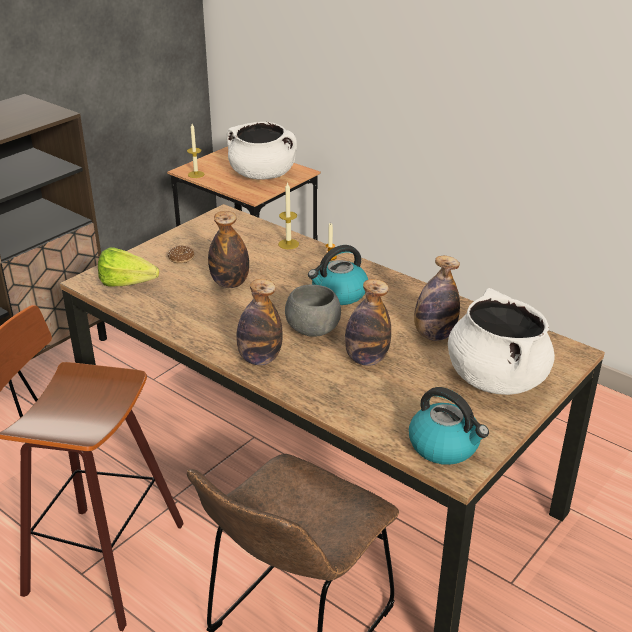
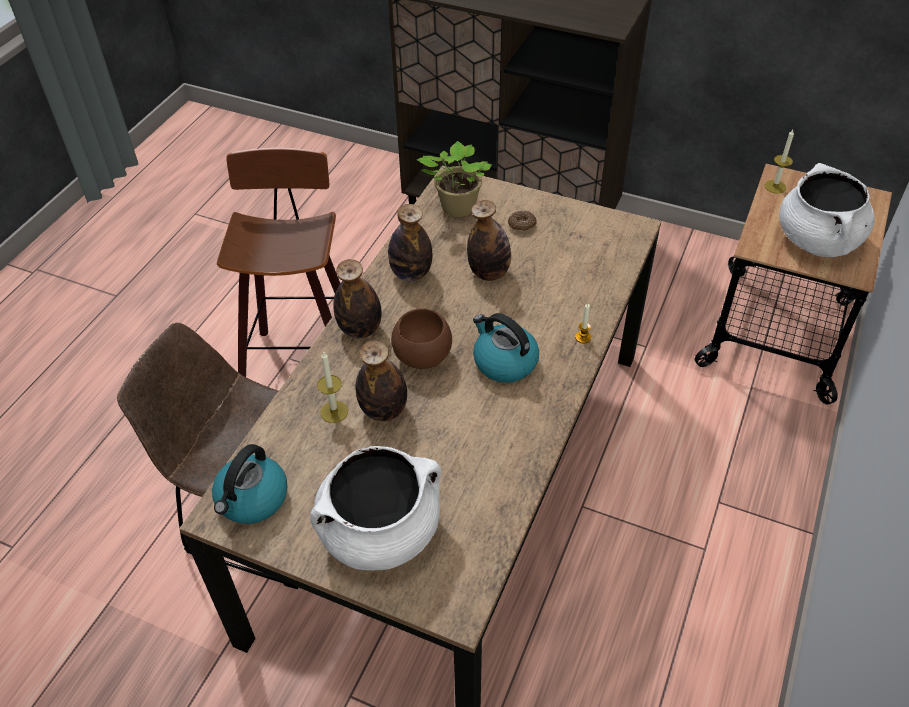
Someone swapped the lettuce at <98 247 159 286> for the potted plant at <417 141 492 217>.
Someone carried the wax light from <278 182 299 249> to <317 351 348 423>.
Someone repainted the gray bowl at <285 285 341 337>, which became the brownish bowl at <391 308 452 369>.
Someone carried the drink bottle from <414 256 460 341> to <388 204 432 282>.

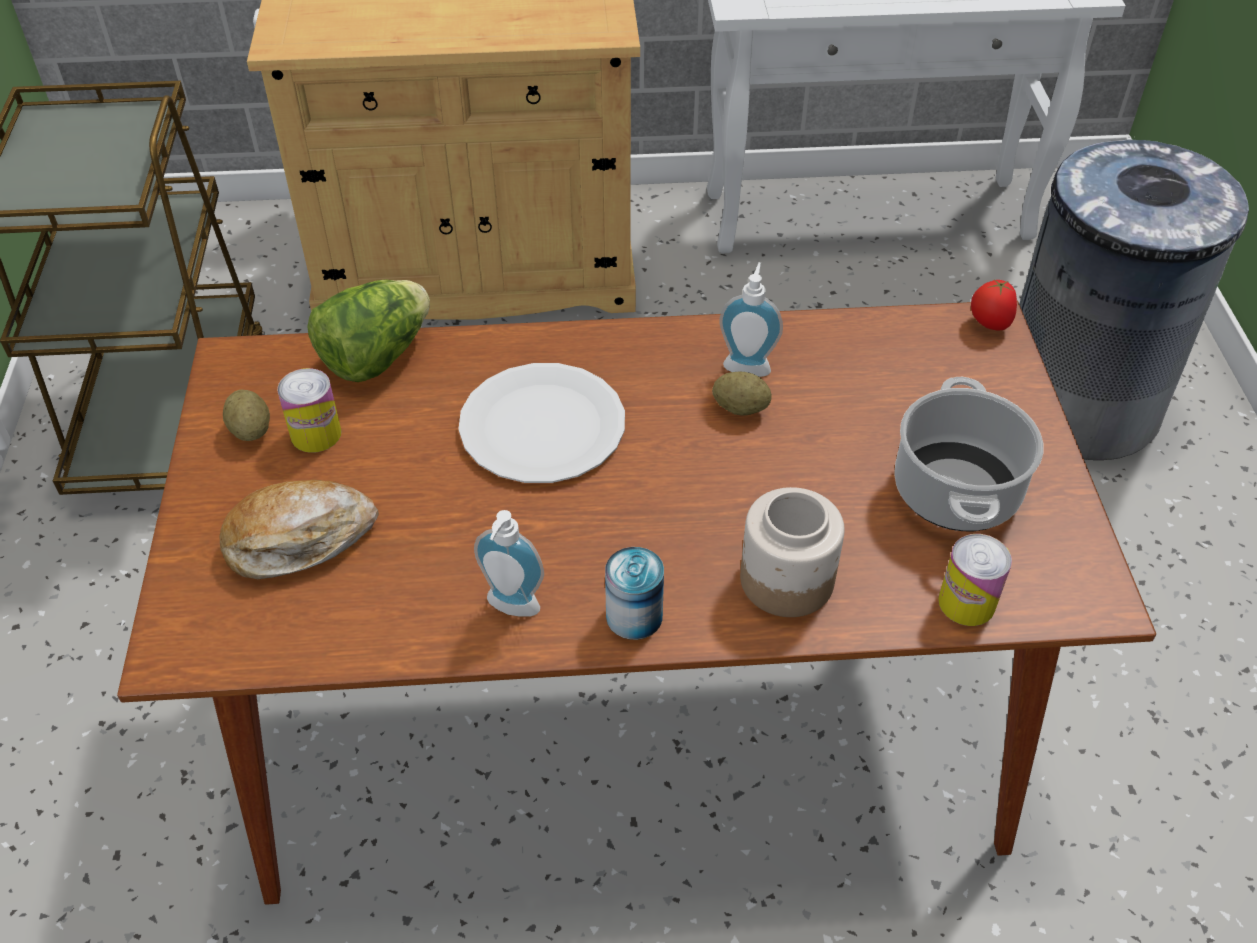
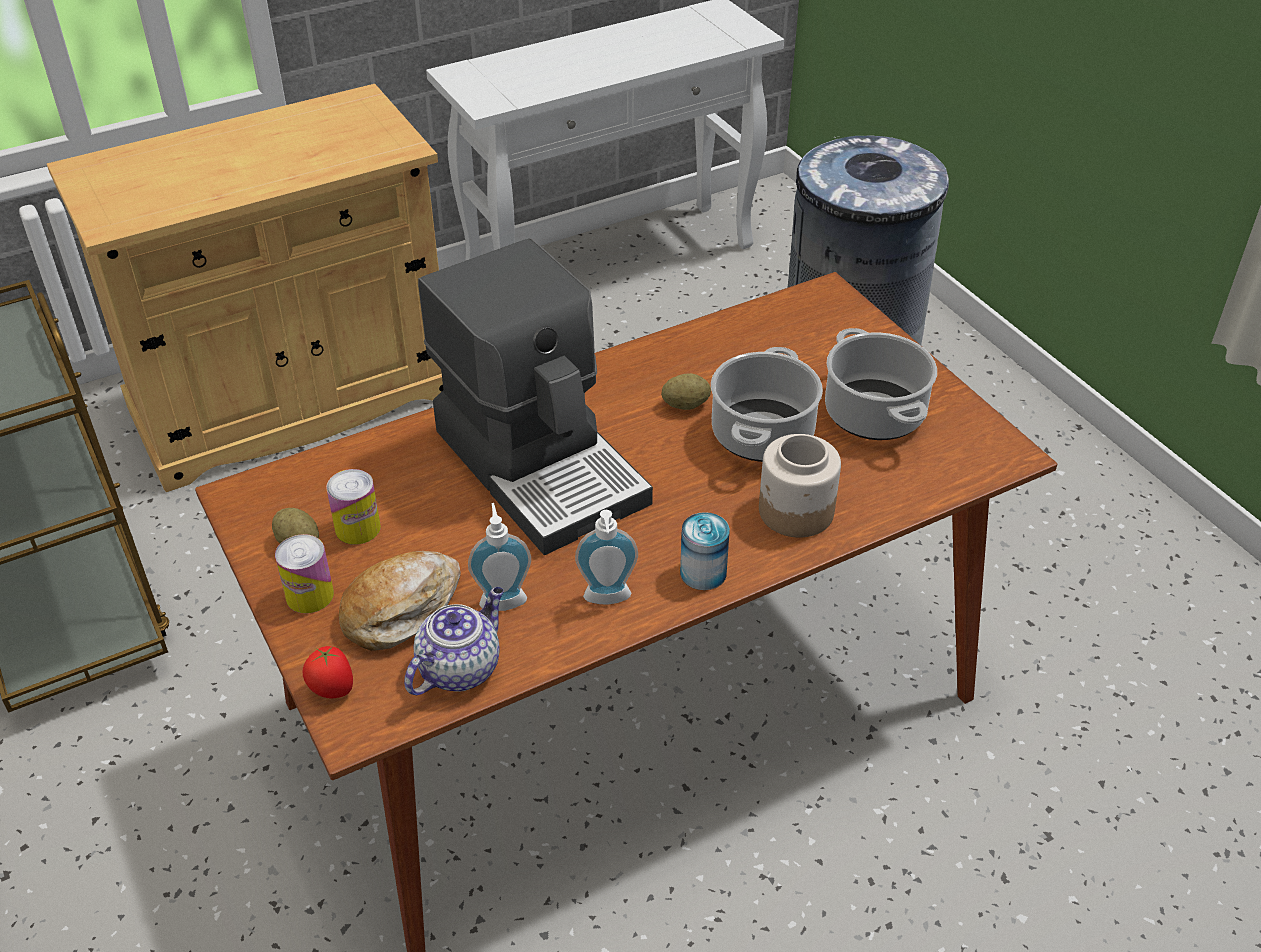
Someone took away the lettuce at <307 280 430 382>.
Someone swapped the white flat dish at <459 363 625 483> for the coffee machine at <418 238 653 555>.
Someone carried the soap bottle from <719 262 783 377> to <468 503 531 611>.
Someone carried the sealed can from <938 534 1012 626> to <275 534 334 613>.
Someone carried the whole tomato from <971 279 1017 330> to <303 646 353 698>.
Someone put down the tea pot at <404 587 504 695>.
Someone put down the cooking pot at <711 347 823 462>.

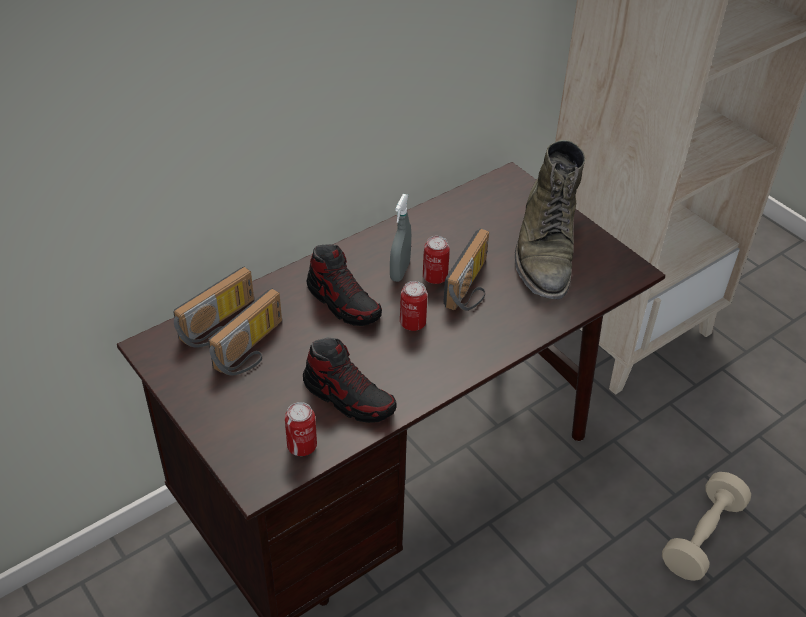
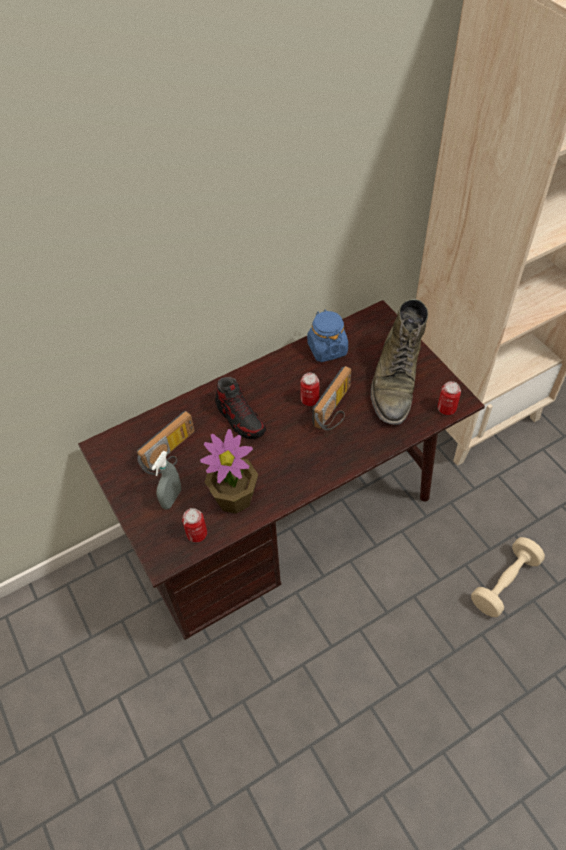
Someone took away the radio set at <174 267 254 348>.
Someone swapped the item of footwear at <303 337 397 423> for the potted plant at <200 429 258 514>.
Someone carried the gray hand sprayer from <390 194 411 282> to <151 451 181 510>.
Someone carried the sealed can from <400 281 427 331> to <438 381 461 415>.
Someone put down the blue storage jar at <307 310 348 362>.

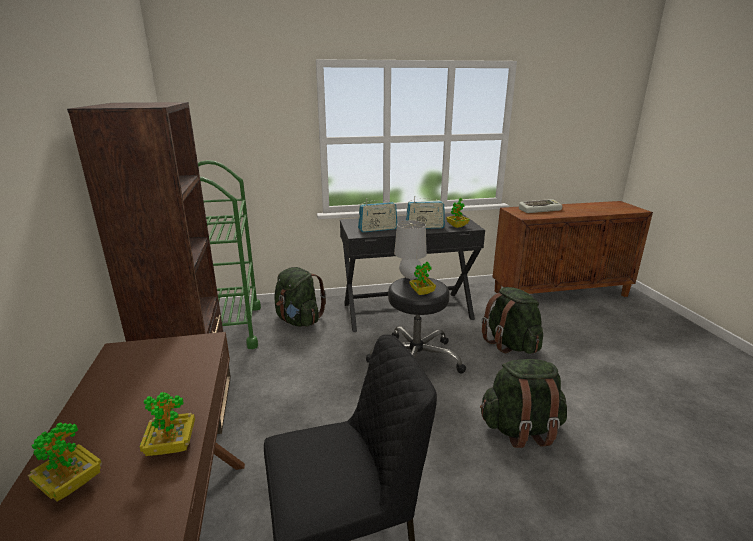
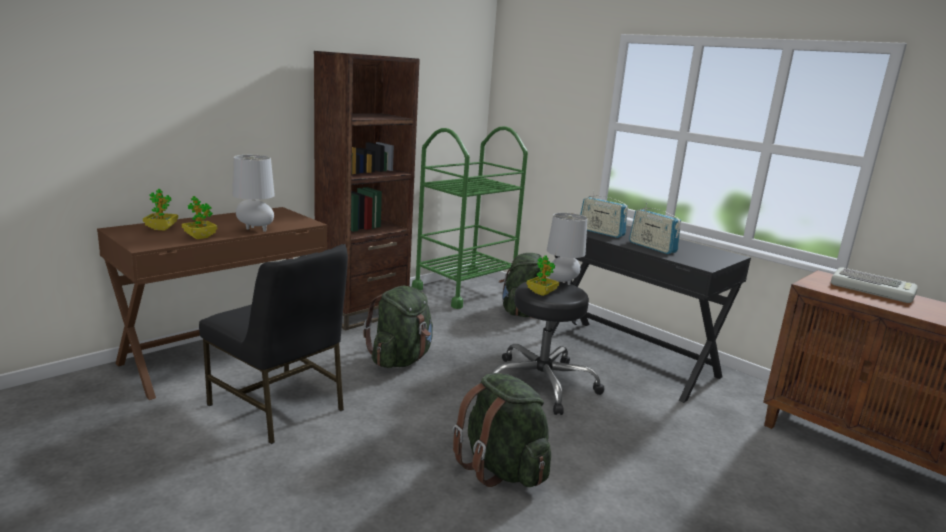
Someone took away the potted plant at <446 198 469 228>.
Someone carried the green-coloured backpack from <482 287 543 354> to <363 286 433 368>.
Someone put down the gray table lamp at <232 155 275 232>.

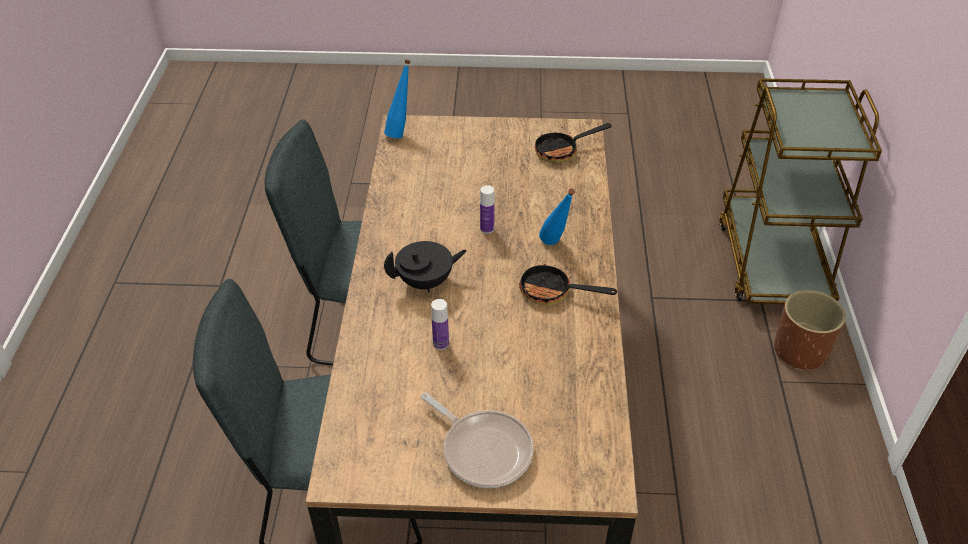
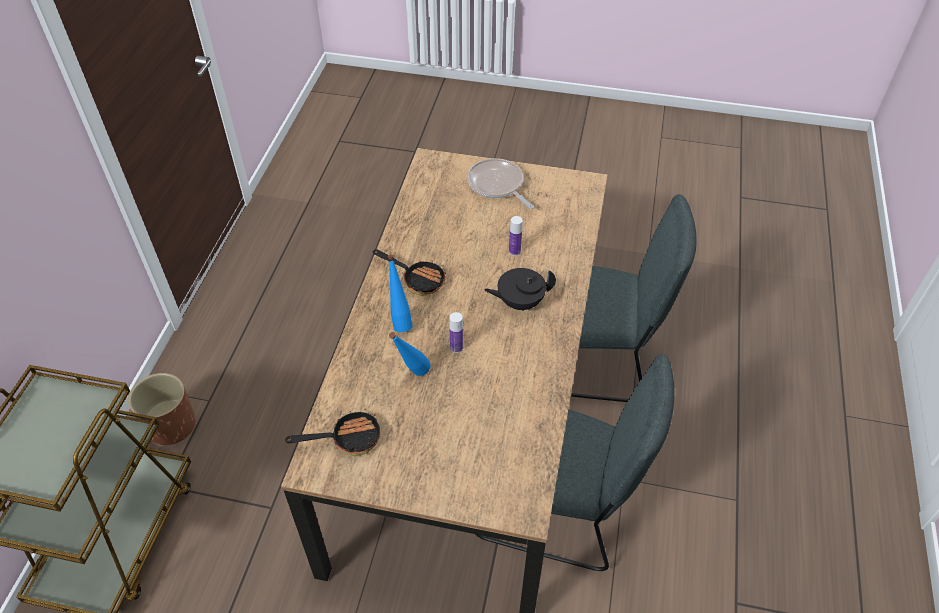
Someone carried the blue drink bottle from <384 59 410 138> to <389 332 431 376>.

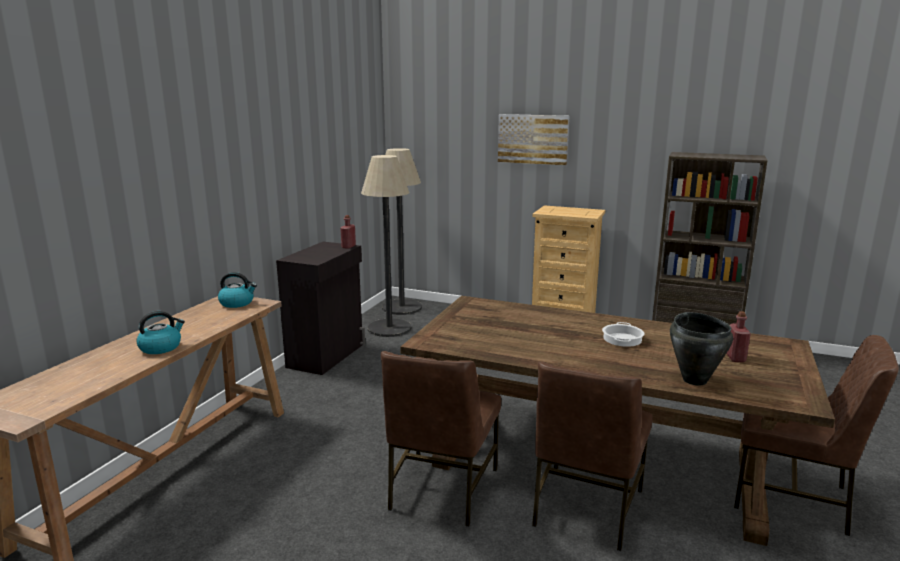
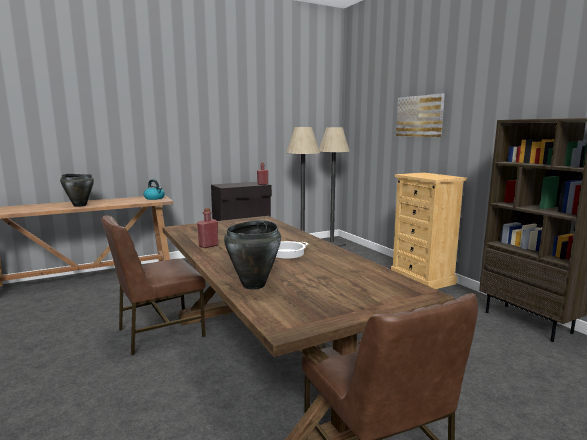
Someone swapped the kettle at <136 311 185 354> for the blackish cooking pot at <60 174 94 207>.
Someone took away the brownish upright chair at <532 362 653 551>.
Someone carried the red drink bottle from <726 311 751 362> to <197 208 218 248>.

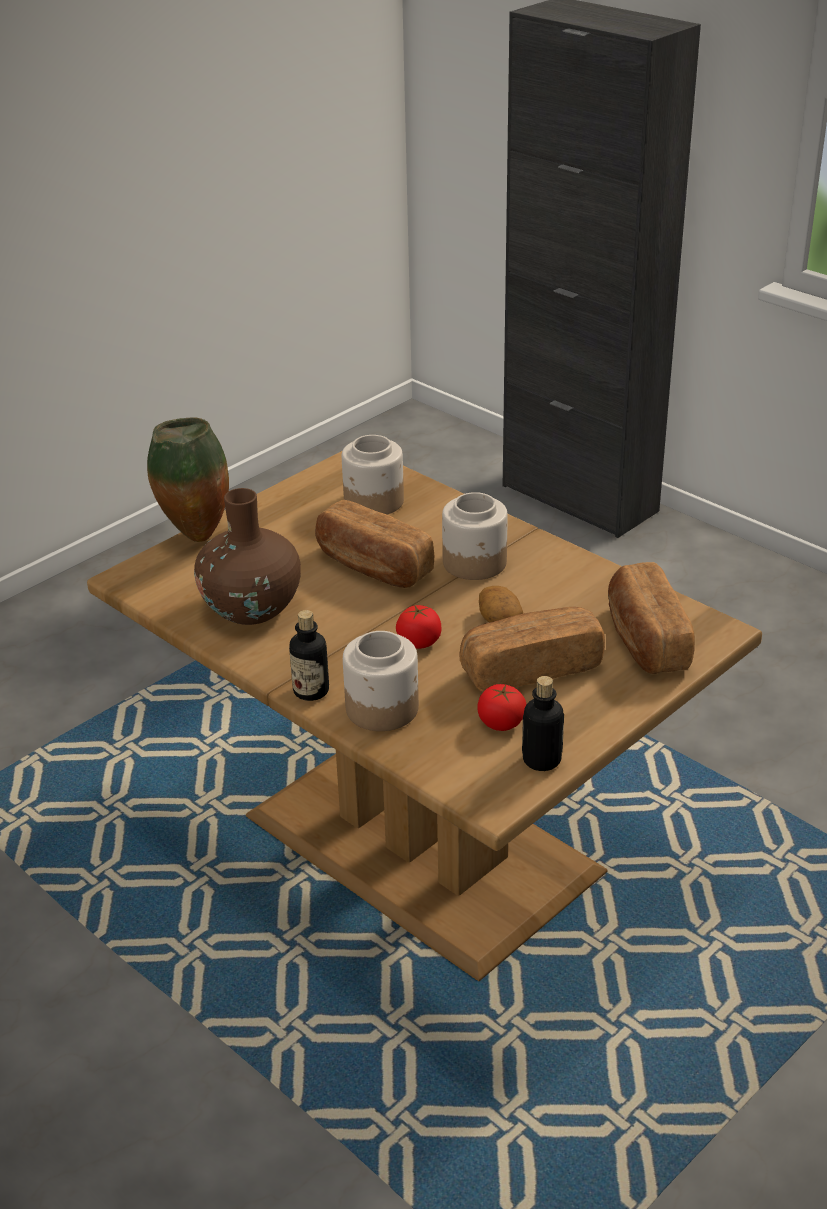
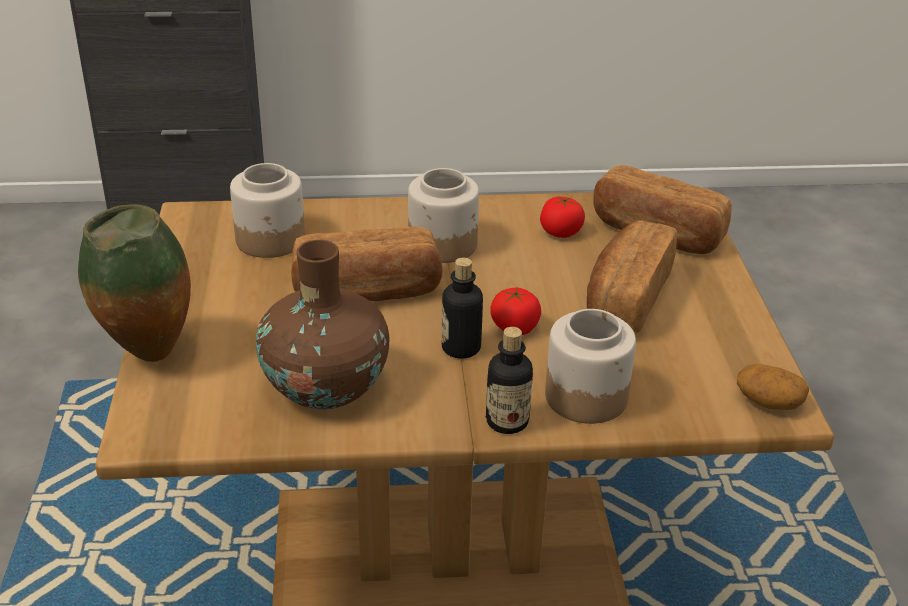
Someone carried the whole tomato from <477 684 527 731> to <540 196 585 238>.
Someone carried the spud from <479 586 523 622> to <737 364 809 410>.
Someone carried the drink bottle from <522 676 564 771> to <442 258 483 359>.

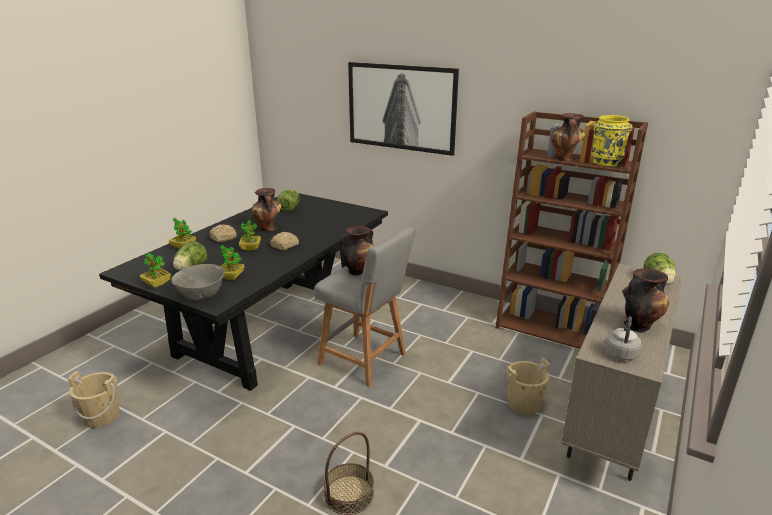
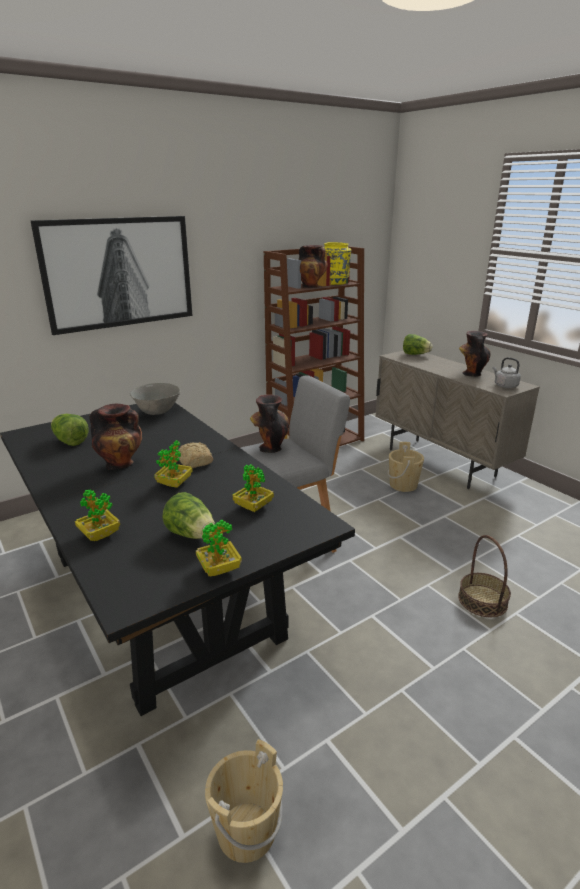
Someone carried the gray bowl from <171 264 225 300> to <130 383 180 415>.
Someone took away the baked bread at <210 224 237 242>.

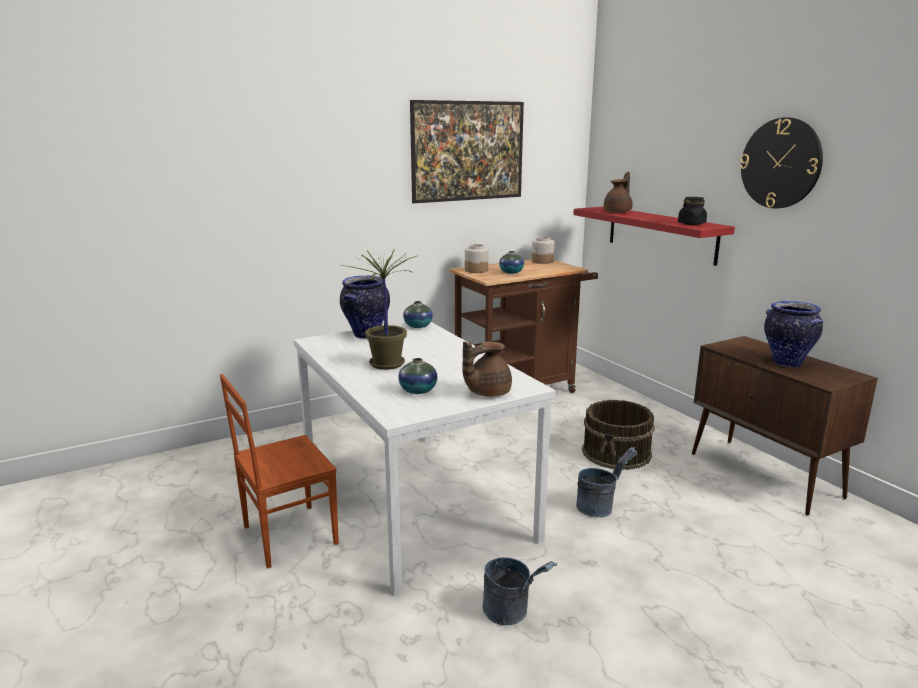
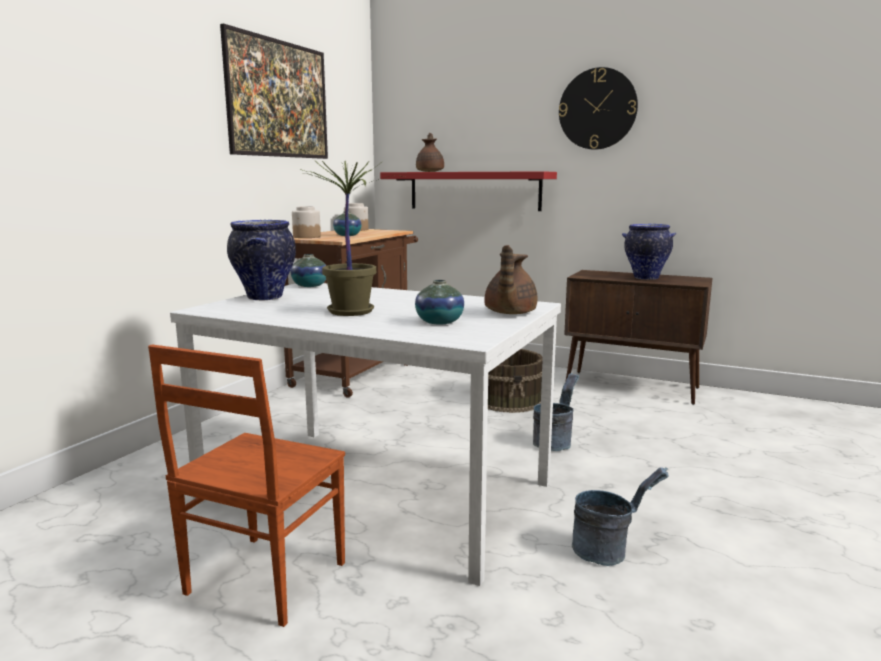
Someone took away the blackish storage jar at <678 197 707 225>.

